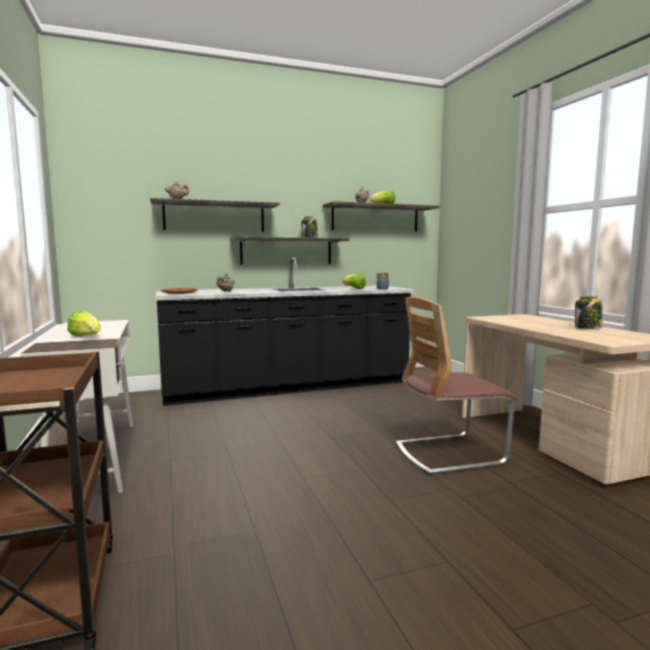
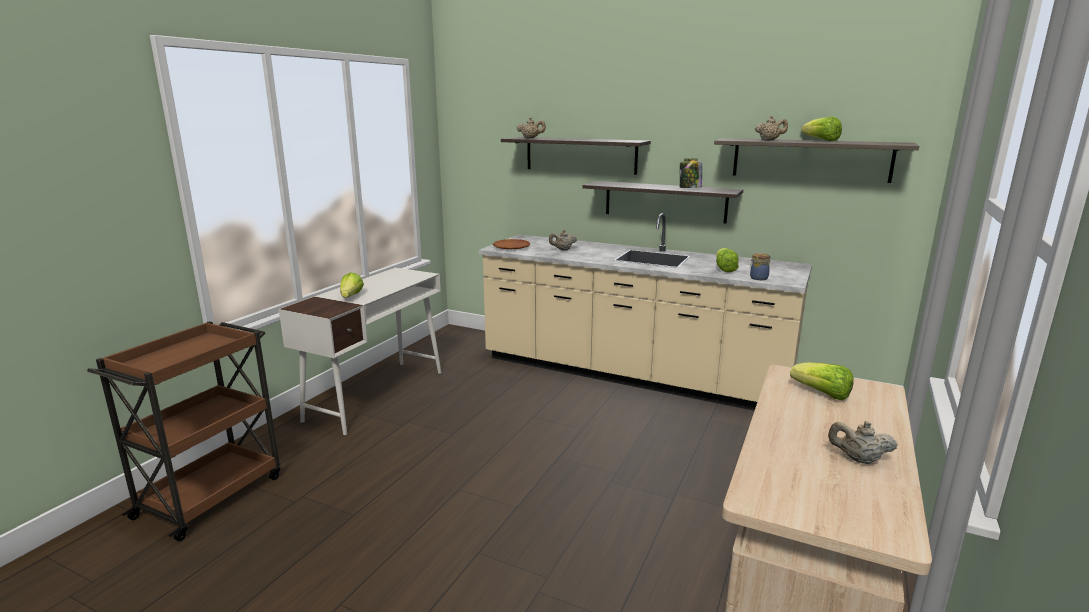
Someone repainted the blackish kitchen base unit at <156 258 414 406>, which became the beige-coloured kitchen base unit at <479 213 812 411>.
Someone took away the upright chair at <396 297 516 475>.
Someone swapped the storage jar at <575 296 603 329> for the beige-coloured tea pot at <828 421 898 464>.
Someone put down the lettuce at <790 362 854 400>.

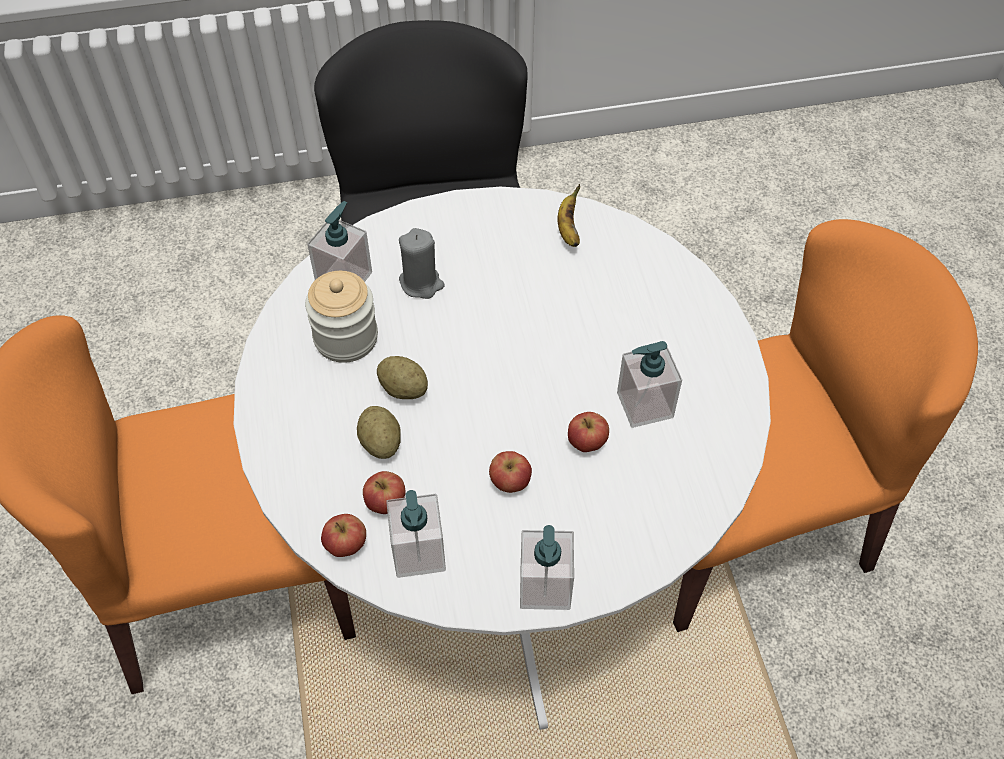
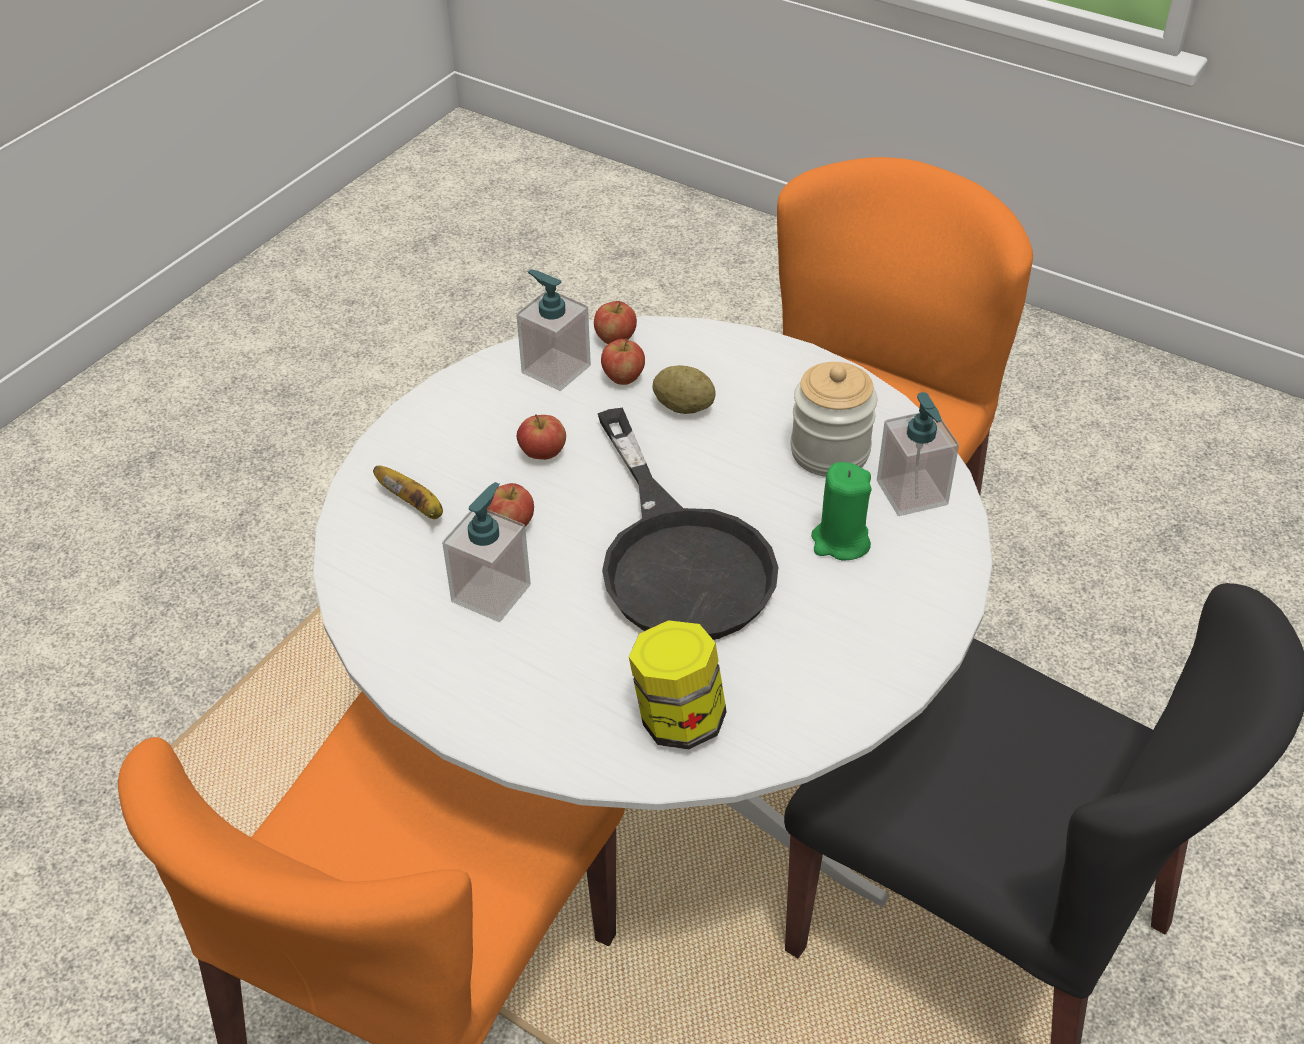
Someone took away the spud at <377 356 428 399>.
Someone repainted the gray wax light at <399 228 444 299>, which became the green-coloured wax light at <811 462 872 560>.
Someone took away the soap bottle at <520 525 574 610>.
Someone carried the banana fruit from <557 184 580 247> to <373 465 443 519>.
Someone put down the blackish pan at <598 408 778 640>.
Someone put down the storage jar at <629 620 727 749>.

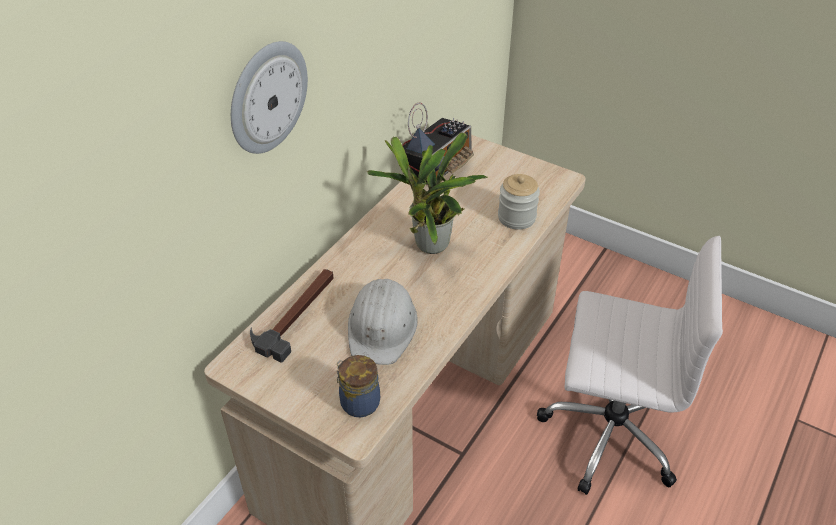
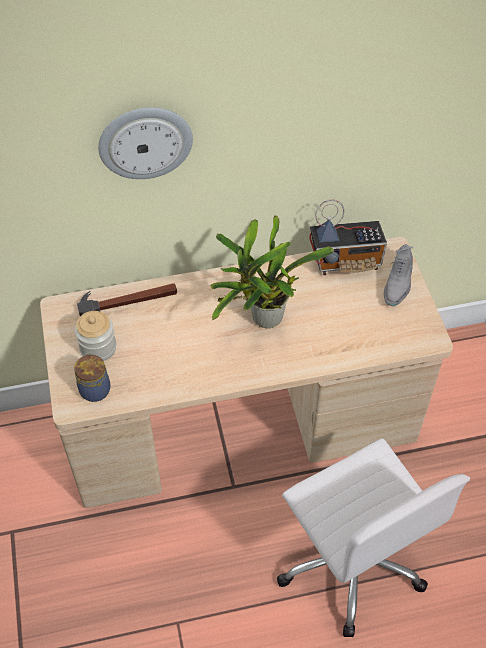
Someone took away the white safety helmet at <348 279 418 365>.
Someone carried the storage jar from <498 174 540 230> to <75 311 116 361>.
Someone put down the gray item of footwear at <384 244 413 306>.

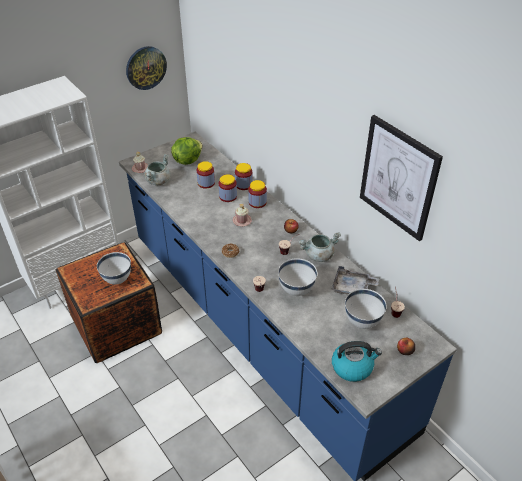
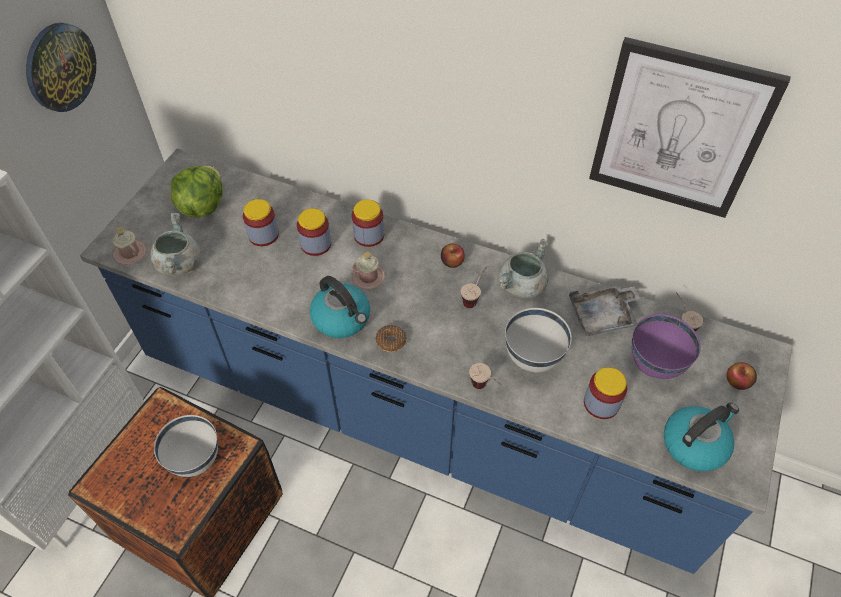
Someone carried the storage jar from <235 163 253 190> to <584 367 627 419>.
Someone repainted the white bowl at <345 289 387 329>, which became the purple-coloured bowl at <632 314 701 379>.
Someone put down the kettle at <310 276 370 338>.

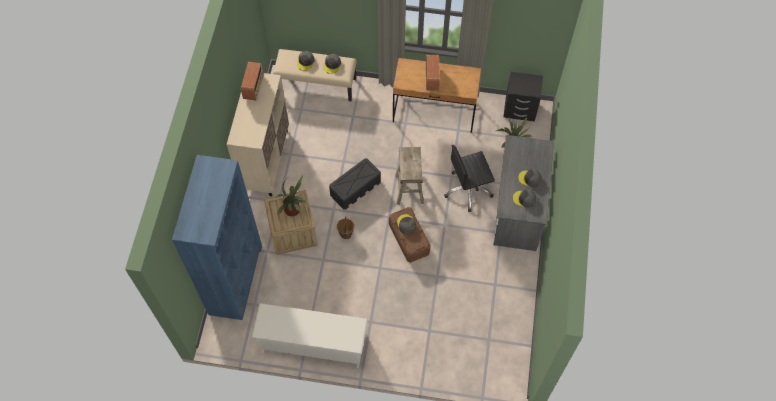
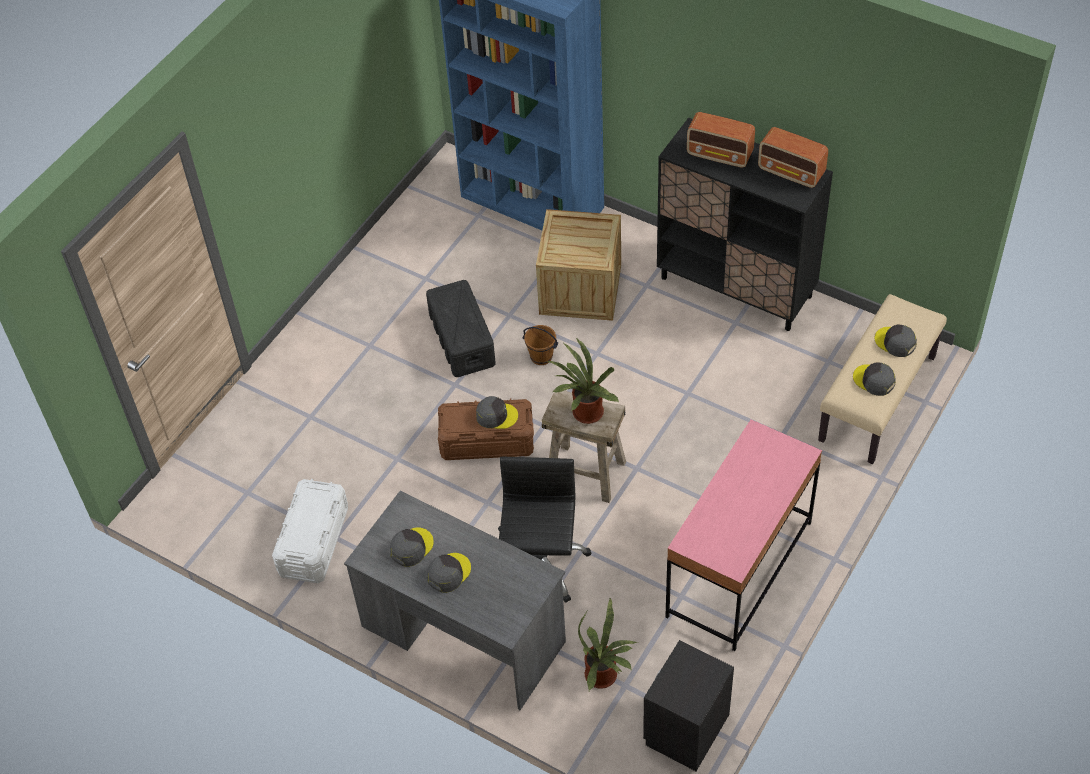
Someone repainted the beige-coloured cabinet at <227 73 289 197>, which became the blackish cabinet at <657 118 833 331>.
Someone took away the white shoe stand at <251 303 368 368>.
Someone carried the potted plant from <276 175 307 217> to <547 338 619 424>.
Someone carried the blackish storage bin from <329 158 381 210> to <426 280 496 377>.
Someone repainted the brownish desk table at <393 58 481 133>, which became the pink desk table at <665 420 822 651>.
Someone carried the radio set from <426 55 440 91> to <687 112 755 168>.
Someone put down the white storage bin at <272 479 348 583>.

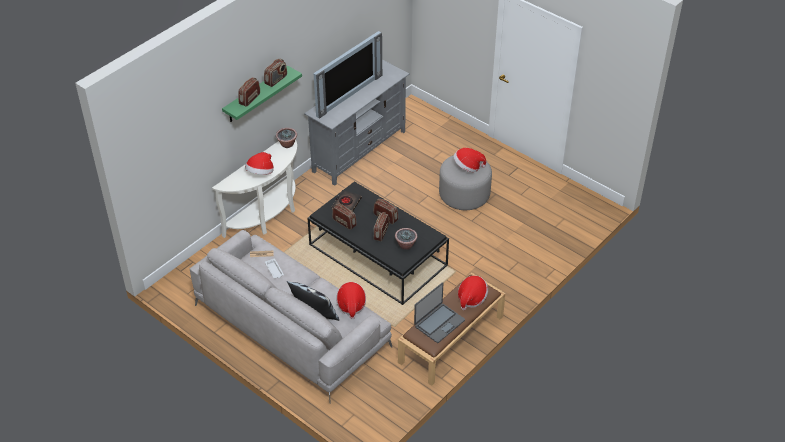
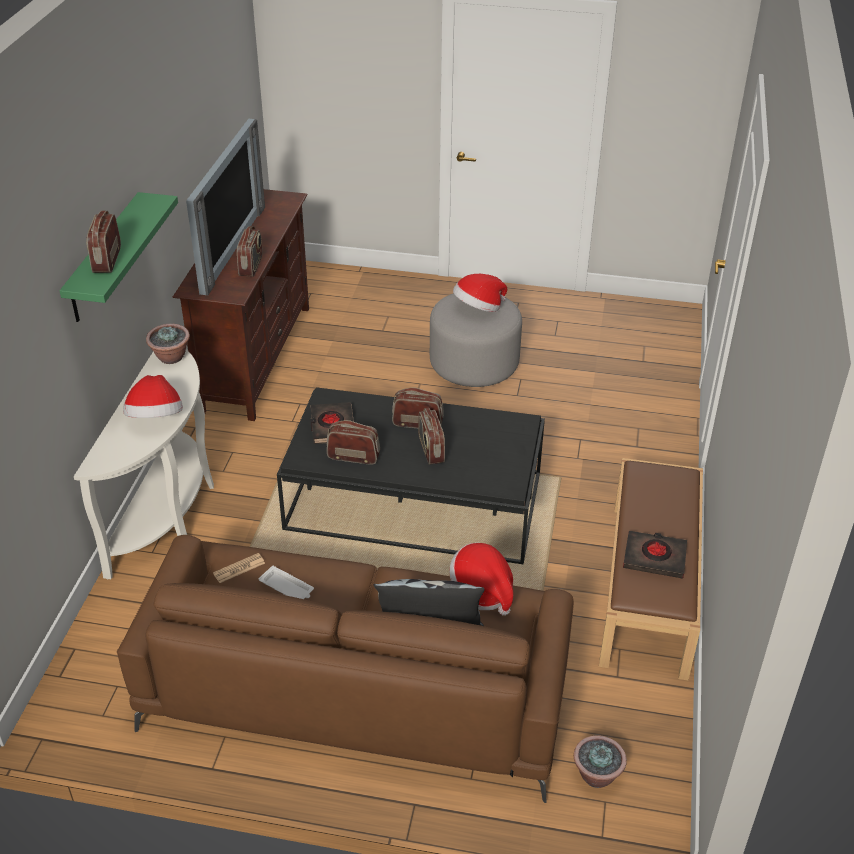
Someone repainted the gray settee at <190 230 392 404>, which became the brownish settee at <117 535 574 803>.
Someone carried the radio set from <264 59 287 87> to <237 226 263 277>.
Someone repainted the gray tv stand at <304 60 409 186>, which became the brownish tv stand at <172 189 309 421>.
Someone carried the potted plant from <395 228 417 250> to <574 735 627 788>.
Someone swapped the laptop at <414 282 465 343> for the blackish volume at <623 531 687 578>.
Someone took away the wearable hat at <458 276 488 310>.

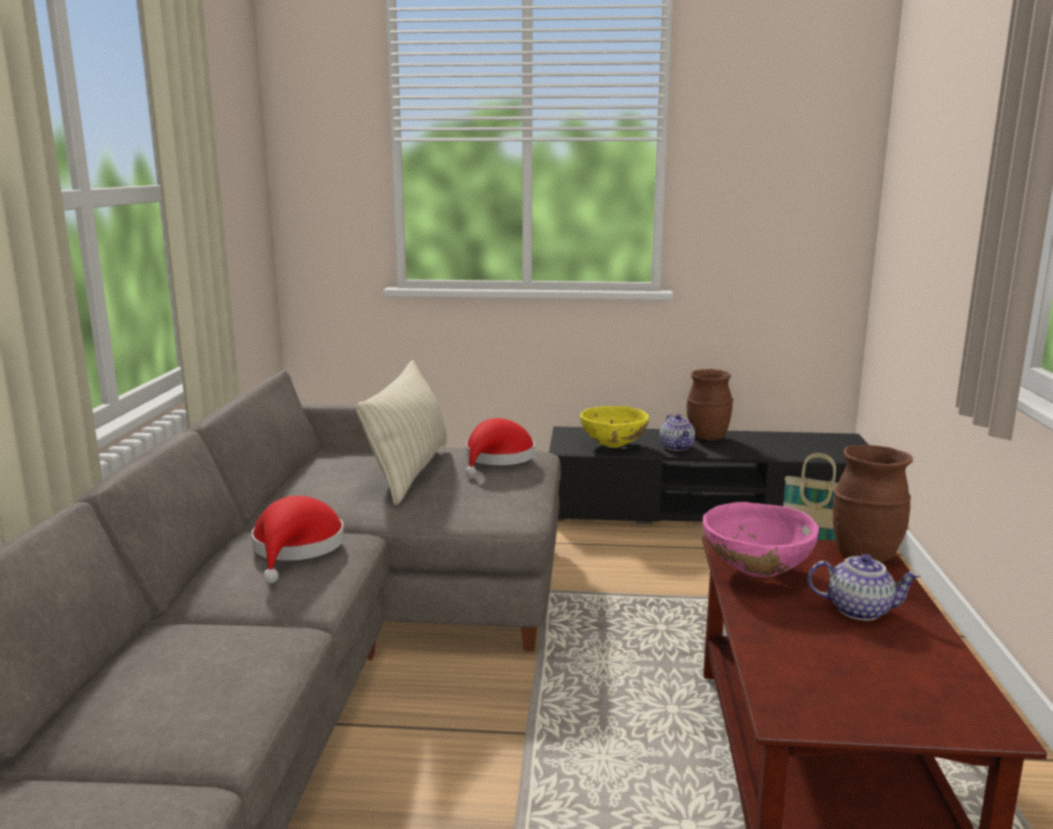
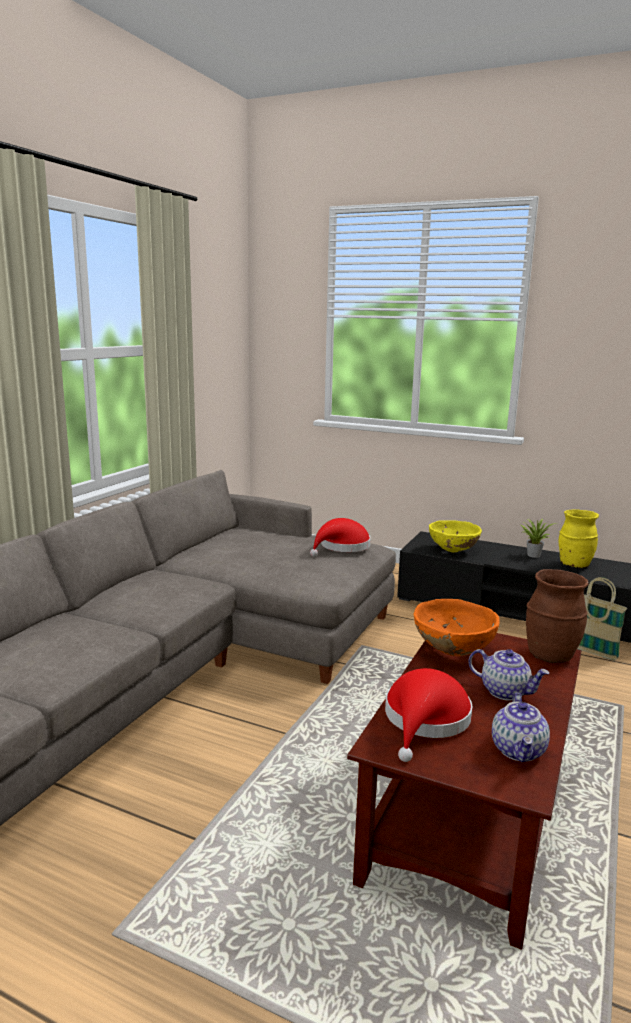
Someone carried the red wearable hat from <251 496 344 583> to <385 668 473 762>.
Someone took away the beige-coloured throw pillow at <356 360 447 505>.
Someone carried the tea pot from <660 414 695 451> to <492 693 550 762>.
Someone swapped the brownish flower vase at <687 369 734 441> for the potted plant at <521 519 557 558>.
Someone repainted the pink bowl at <703 502 819 577>, which became the orange bowl at <414 599 500 656>.
Someone put down the yellow-coloured flower vase at <559 509 599 568>.

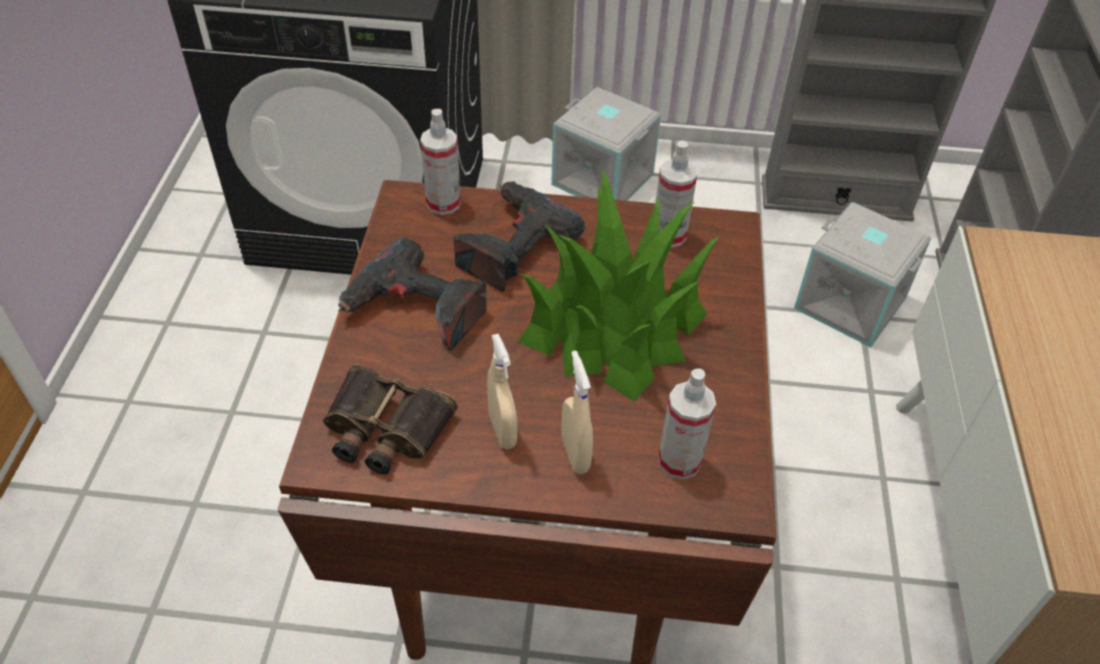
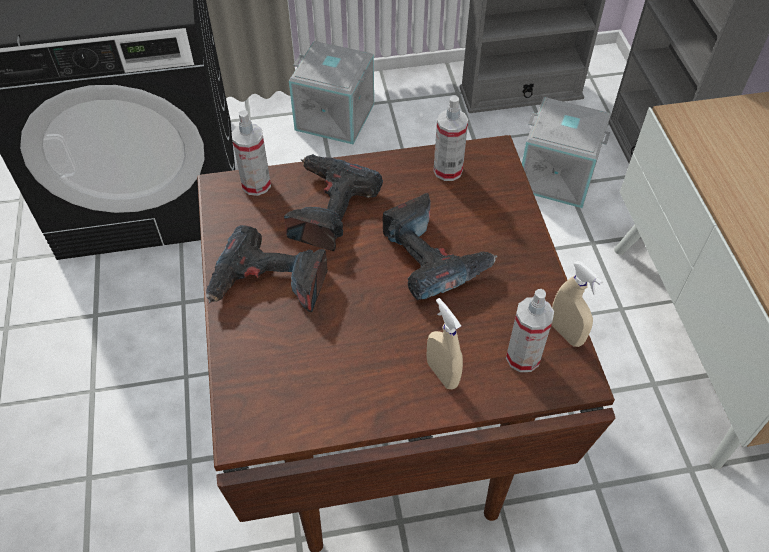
Someone took away the pair of binoculars at <323 365 458 475>.
Someone carried the beige-coloured hand sprayer from <487 334 517 449> to <551 261 603 347>.
Someone swapped the potted plant at <518 168 719 402> for the drill at <382 193 498 300>.

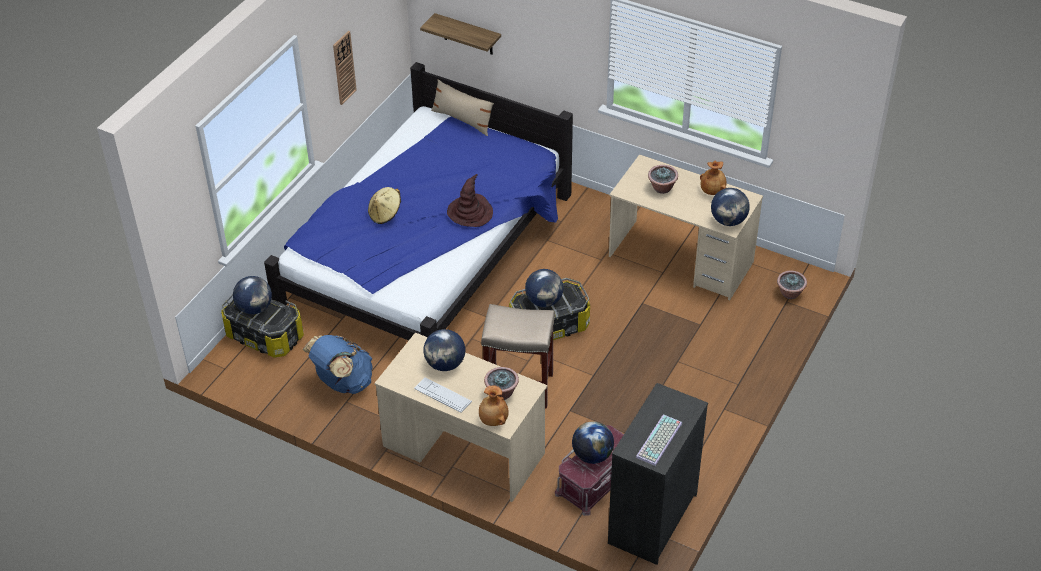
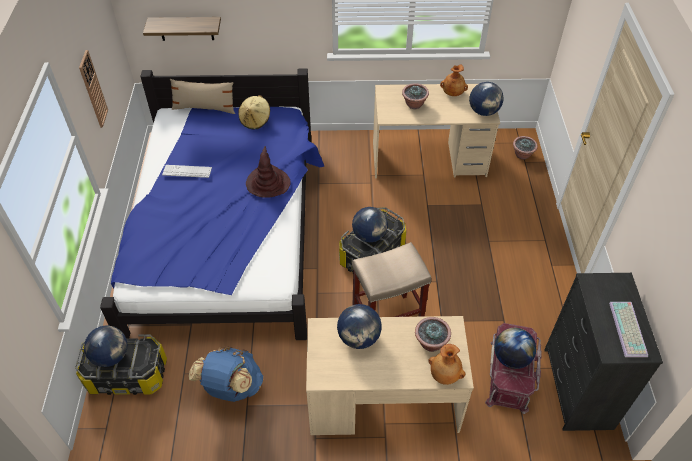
Someone carried the beige-coloured wearable hat from <368 187 401 224> to <238 95 270 129>.
Someone carried the computer keyboard from <414 378 472 413> to <162 165 212 178>.

